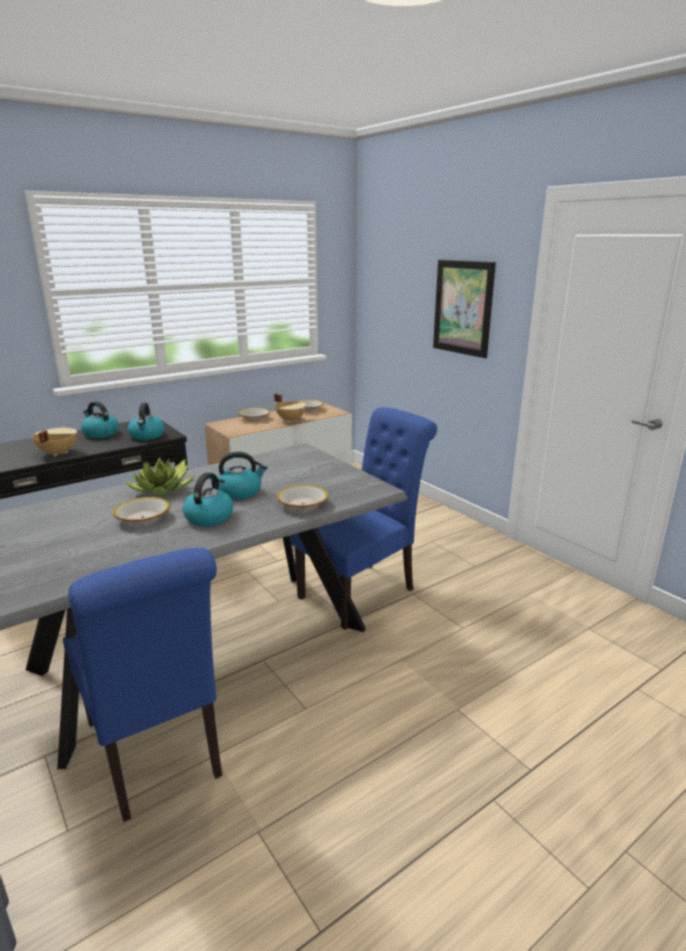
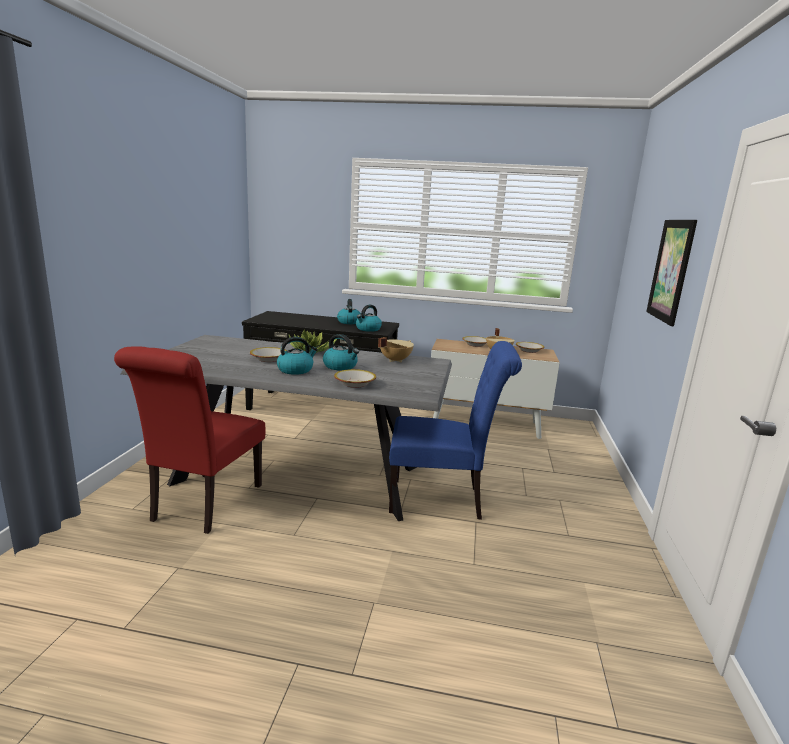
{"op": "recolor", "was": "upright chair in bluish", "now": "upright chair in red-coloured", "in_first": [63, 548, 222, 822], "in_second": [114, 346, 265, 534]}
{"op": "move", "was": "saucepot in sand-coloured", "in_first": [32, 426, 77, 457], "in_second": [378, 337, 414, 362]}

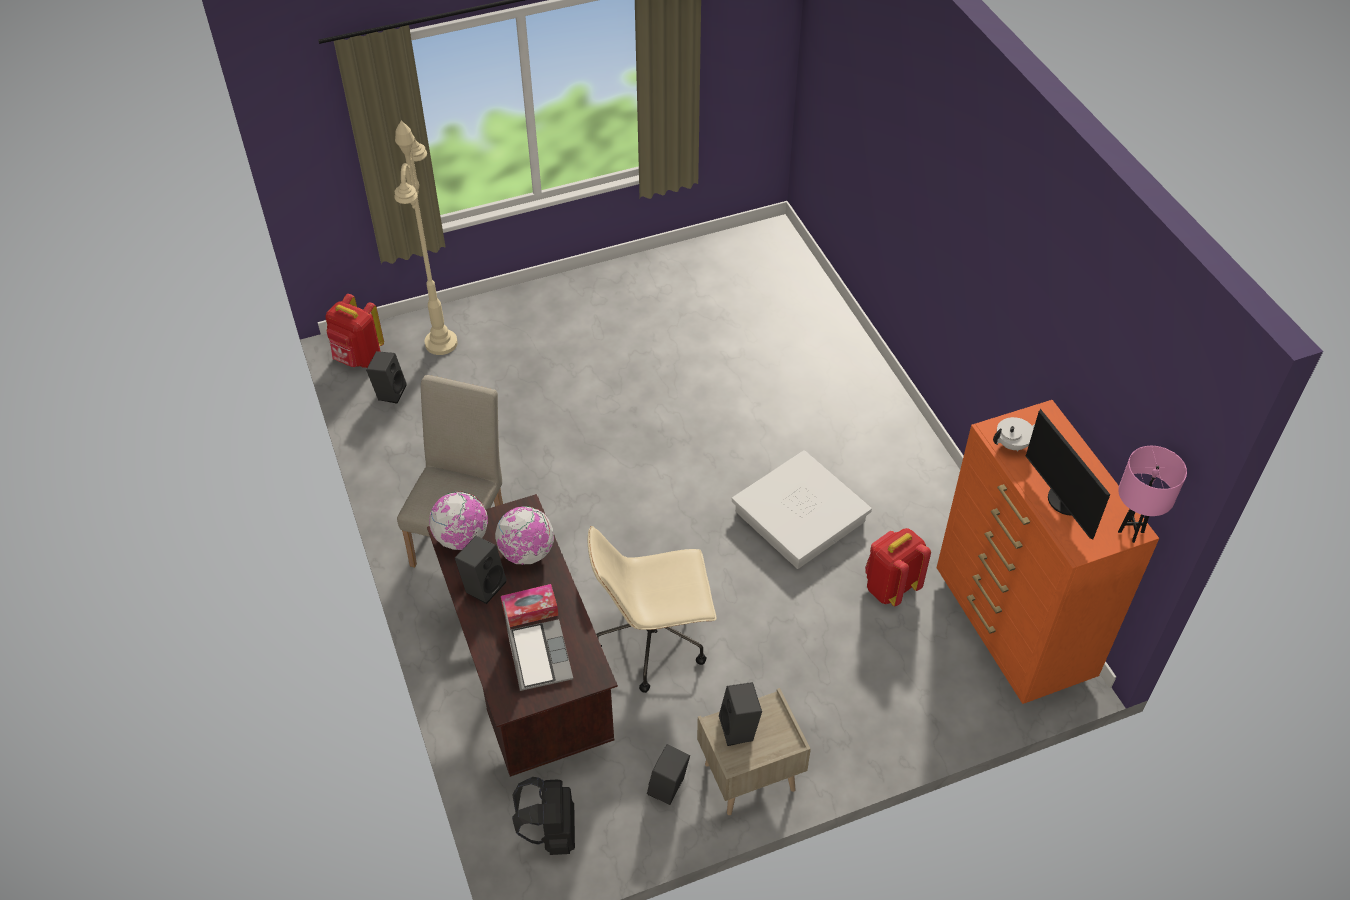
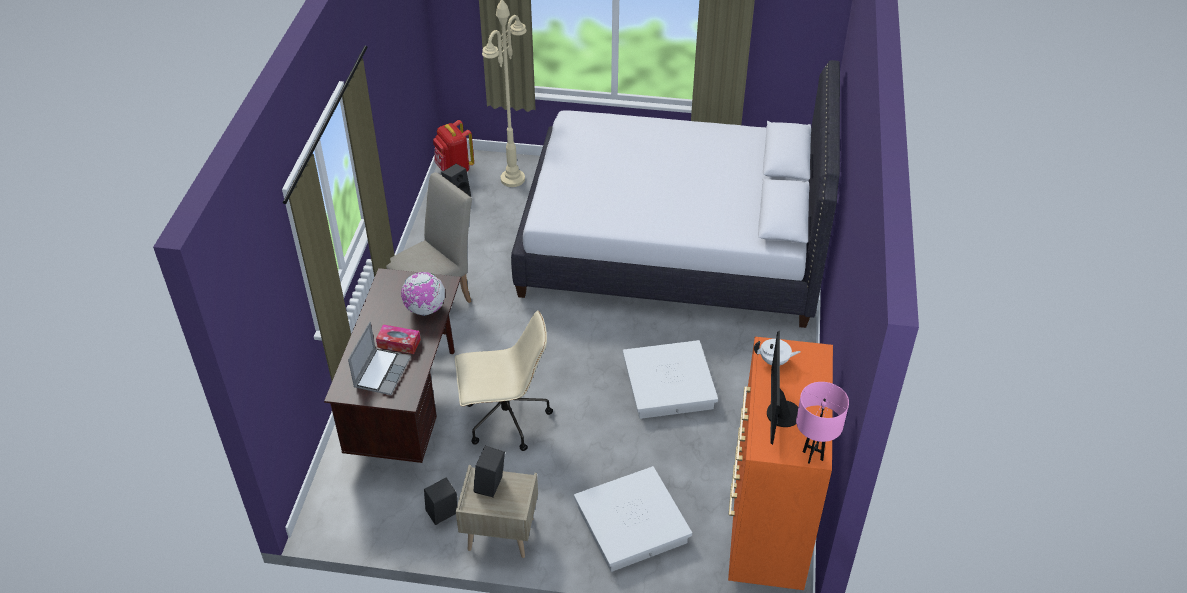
{"op": "rotate", "was": "office chair in sand-coloured", "in_first": [588, 526, 717, 693], "in_second": [455, 310, 553, 451], "clockwise": 150}
{"op": "insert", "now": "bedroom bed in white-coloured", "in_second": [511, 60, 840, 328]}
{"op": "insert", "now": "storage box in white-coloured", "in_second": [574, 466, 692, 572]}
{"op": "delete", "was": "world globe", "in_first": [429, 491, 488, 550]}
{"op": "delete", "was": "loudspeaker in black", "in_first": [455, 536, 507, 604]}
{"op": "delete", "was": "rucksack in black", "in_first": [512, 777, 575, 855]}
{"op": "delete", "was": "rucksack in red-coloured", "in_first": [865, 528, 931, 606]}

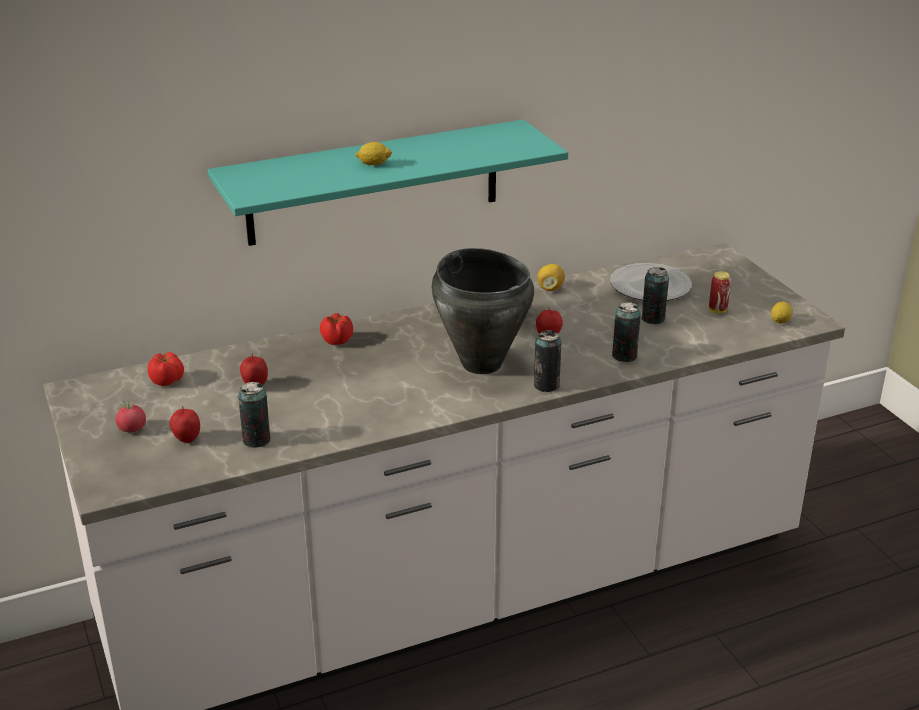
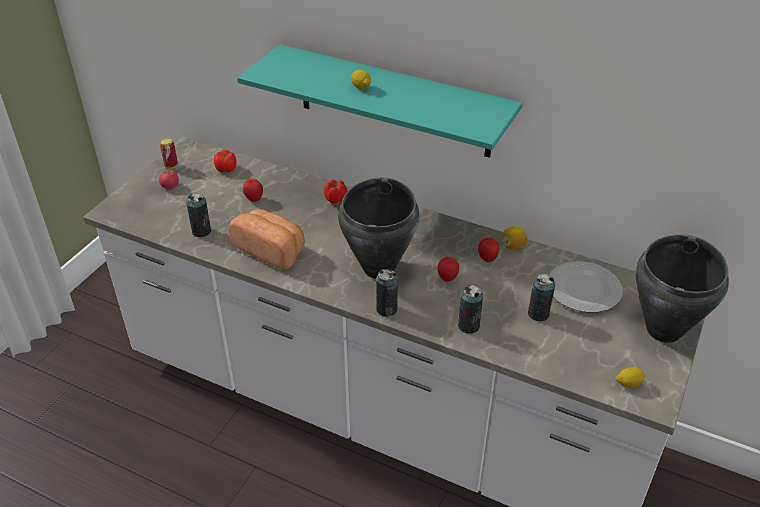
{"op": "move", "was": "can", "in_first": [709, 271, 731, 313], "in_second": [160, 138, 178, 169]}
{"op": "insert", "now": "baked bread", "in_second": [229, 209, 305, 270]}
{"op": "move", "was": "apple fruit", "in_first": [170, 406, 200, 443], "in_second": [478, 237, 499, 262]}
{"op": "insert", "now": "saucepot in black", "in_second": [635, 234, 729, 343]}

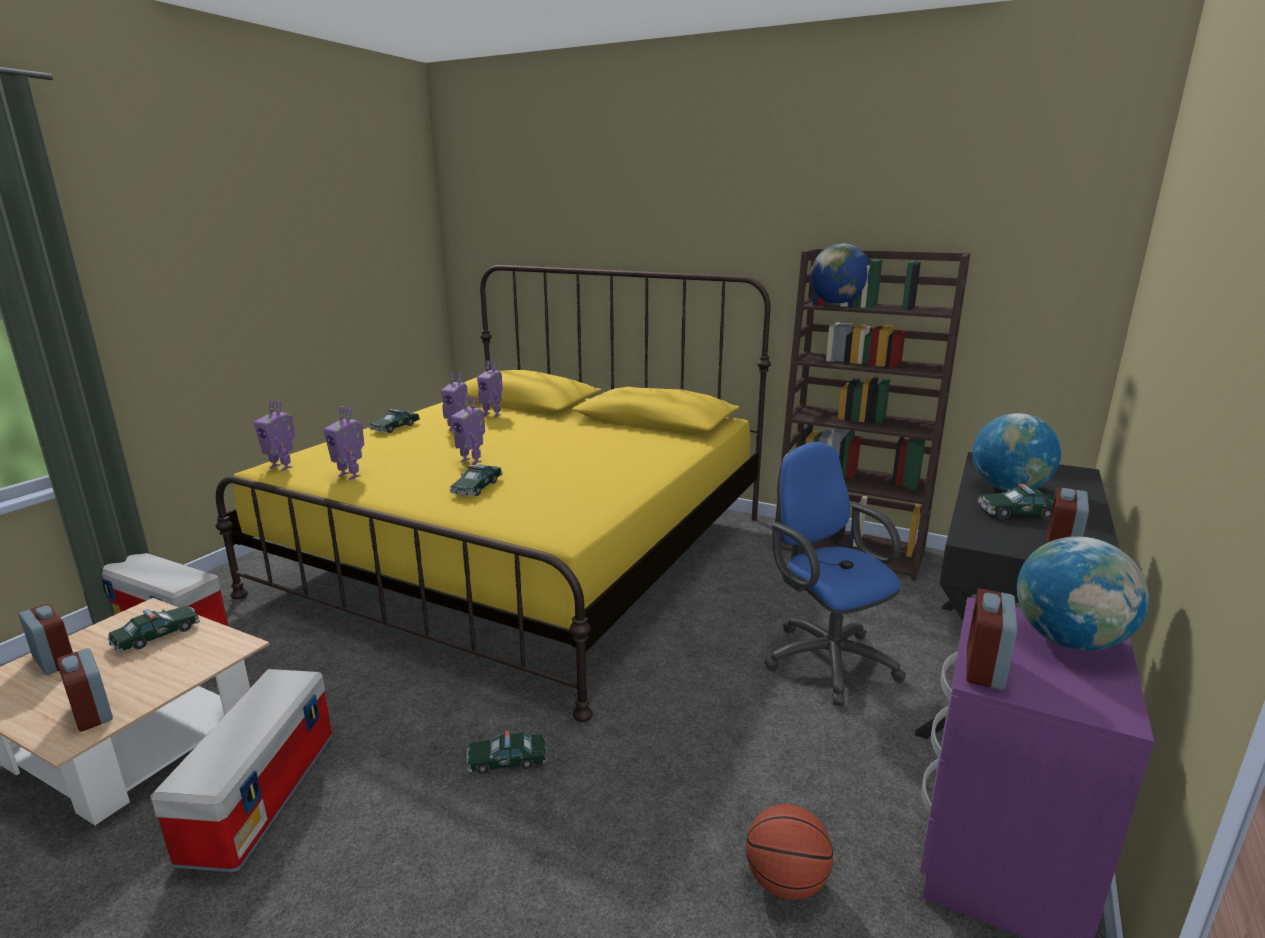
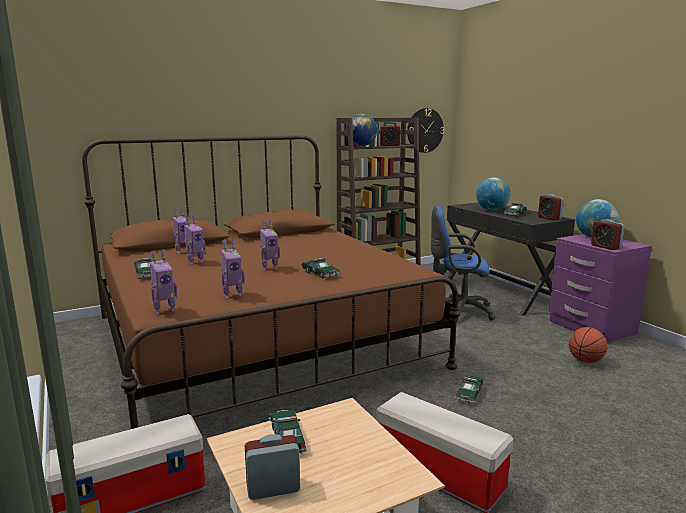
{"op": "recolor", "was": "bedroom bed in yellowish", "now": "bedroom bed in brown-coloured", "in_first": [216, 265, 771, 722], "in_second": [82, 135, 460, 429]}
{"op": "move", "was": "alarm clock", "in_first": [56, 648, 113, 732], "in_second": [380, 124, 400, 146]}
{"op": "insert", "now": "clock on the wall", "in_second": [407, 108, 444, 153]}

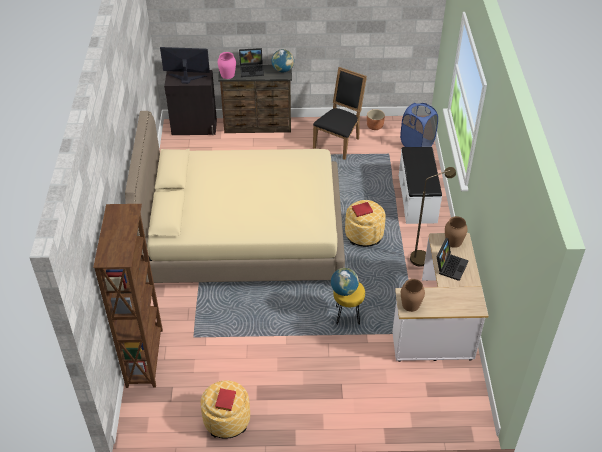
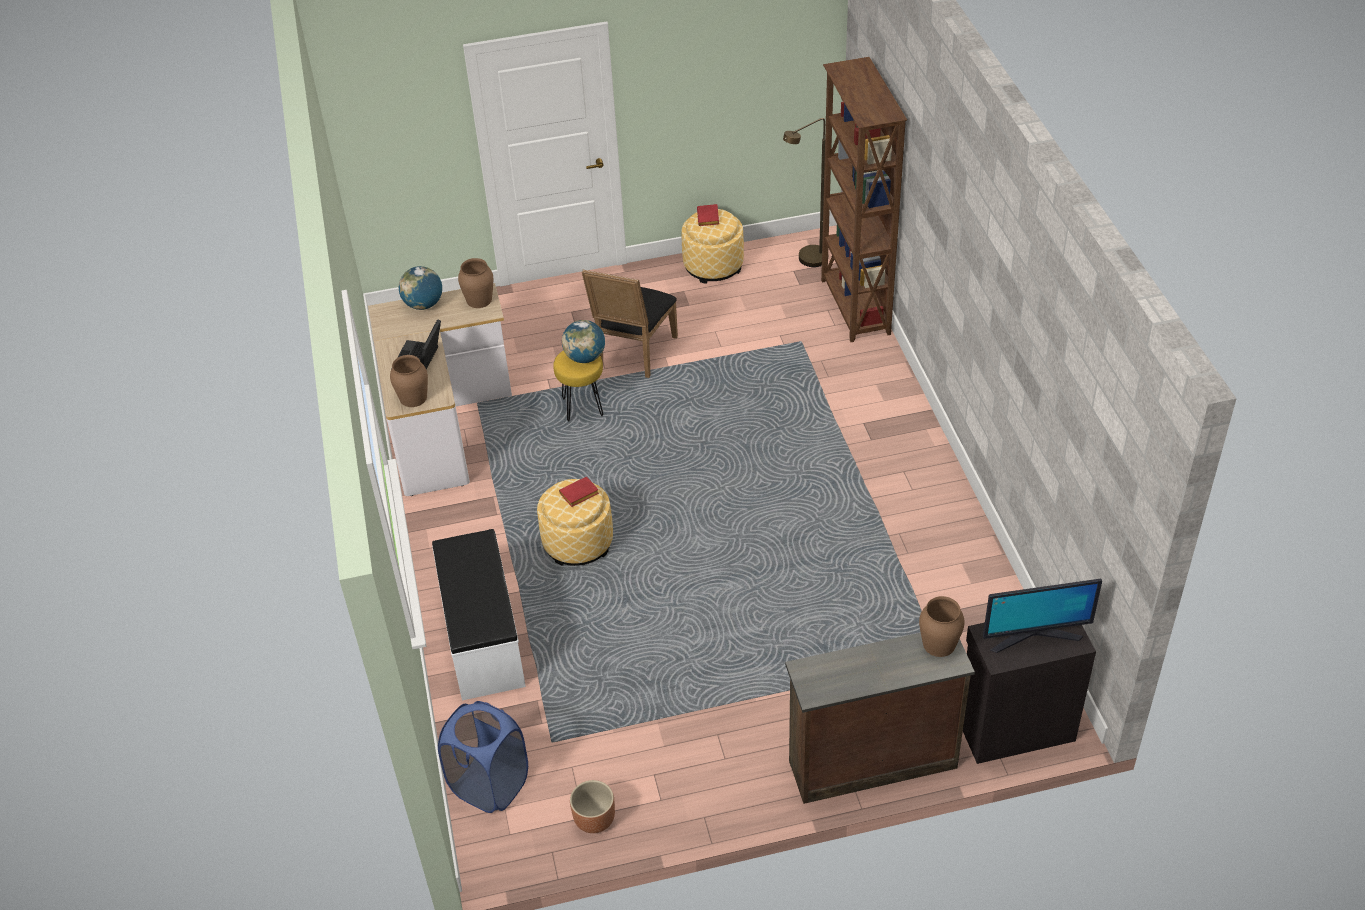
{"op": "move", "was": "world globe", "in_first": [272, 49, 294, 72], "in_second": [399, 266, 442, 310]}
{"op": "move", "was": "upright chair in black", "in_first": [313, 67, 367, 160], "in_second": [582, 270, 678, 378]}
{"op": "move", "was": "floor lamp in brown-coloured", "in_first": [410, 167, 456, 267], "in_second": [783, 118, 825, 267]}
{"op": "recolor", "was": "vase in pink-coloured", "now": "vase in brown-coloured", "in_first": [218, 52, 236, 79], "in_second": [919, 596, 965, 657]}
{"op": "delete", "was": "bedroom bed in sand-coloured", "in_first": [125, 111, 345, 283]}
{"op": "delete", "was": "notebook computer", "in_first": [239, 48, 264, 77]}

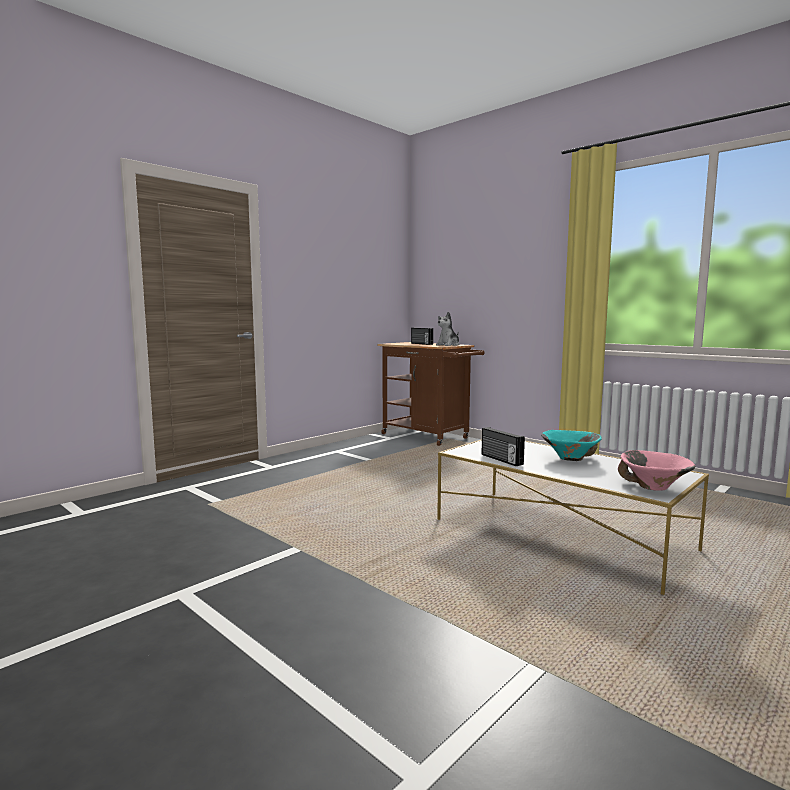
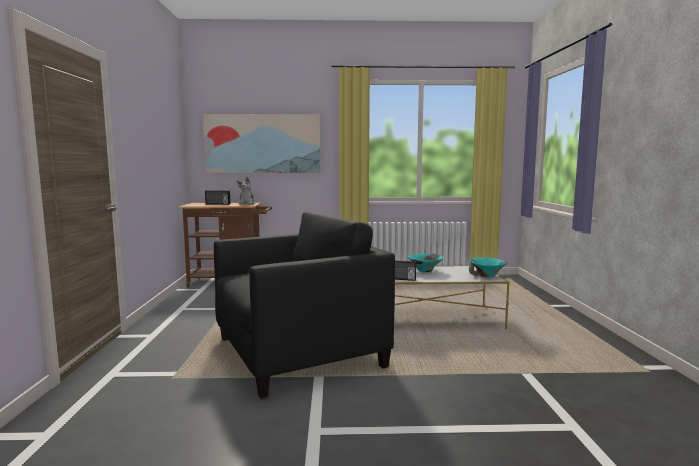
{"op": "insert", "now": "picture", "in_second": [203, 114, 320, 173]}
{"op": "insert", "now": "easy chair in black", "in_second": [214, 212, 395, 399]}
{"op": "recolor", "was": "serving bowl in pink-coloured", "now": "serving bowl in turquoise-coloured", "in_first": [618, 450, 695, 491], "in_second": [469, 257, 507, 278]}

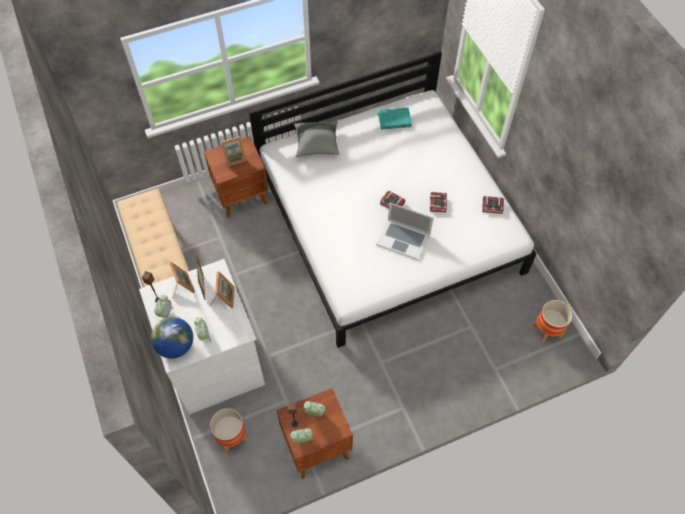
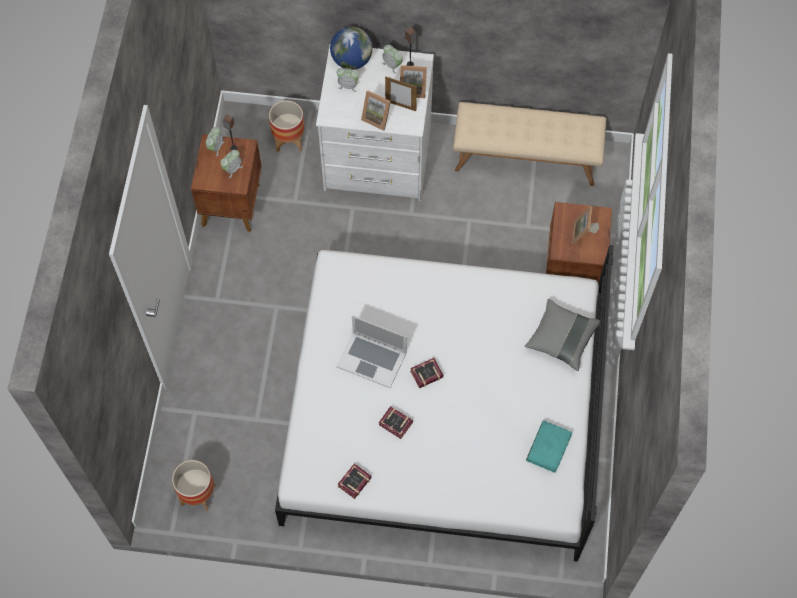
{"op": "rotate", "was": "notebook computer", "in_first": [376, 203, 434, 260], "in_second": [336, 315, 407, 388], "clockwise": -120}

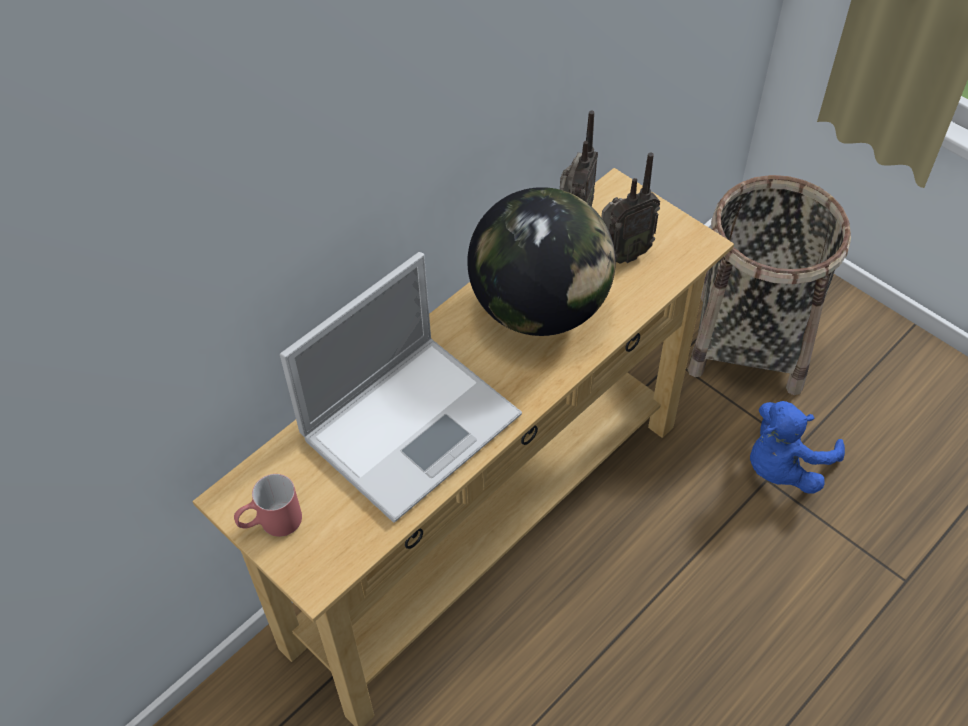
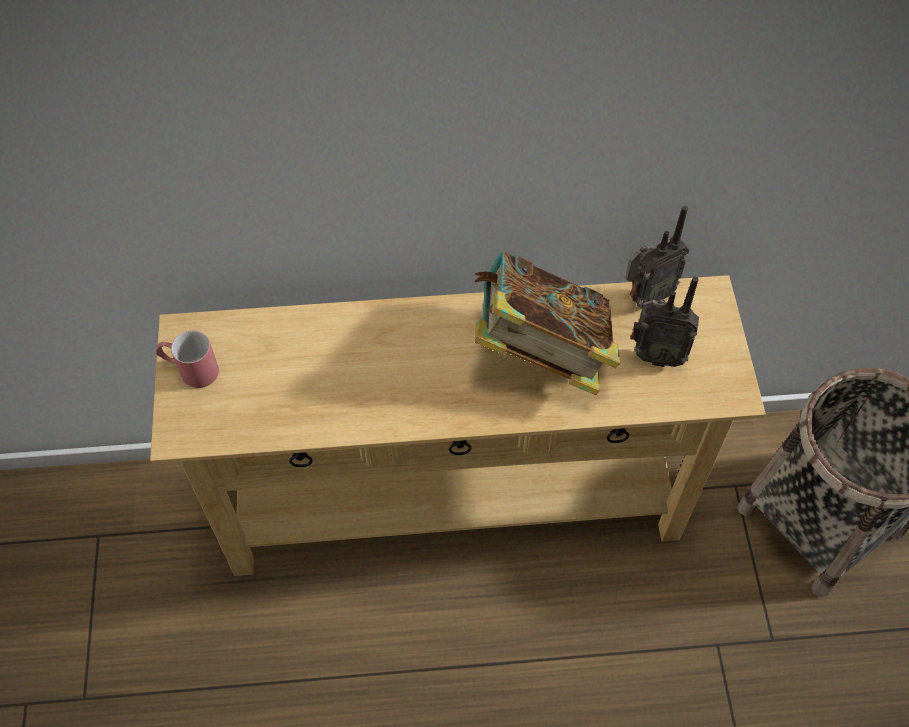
{"op": "replace", "was": "world globe", "now": "bound book", "in_first": [467, 187, 616, 336], "in_second": [475, 252, 620, 395]}
{"op": "delete", "was": "notebook computer", "in_first": [280, 252, 522, 523]}
{"op": "delete", "was": "plush toy in bluish", "in_first": [750, 401, 845, 494]}

